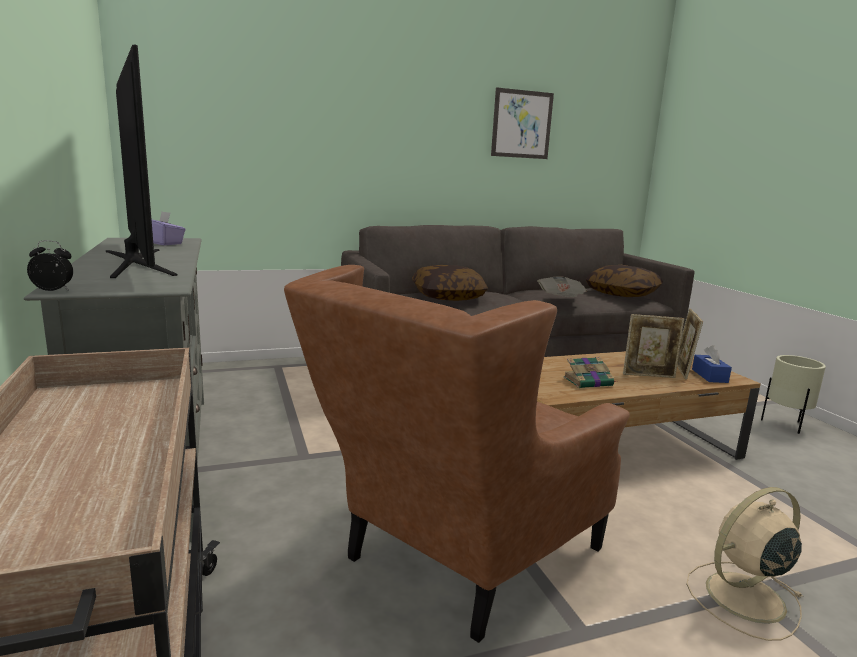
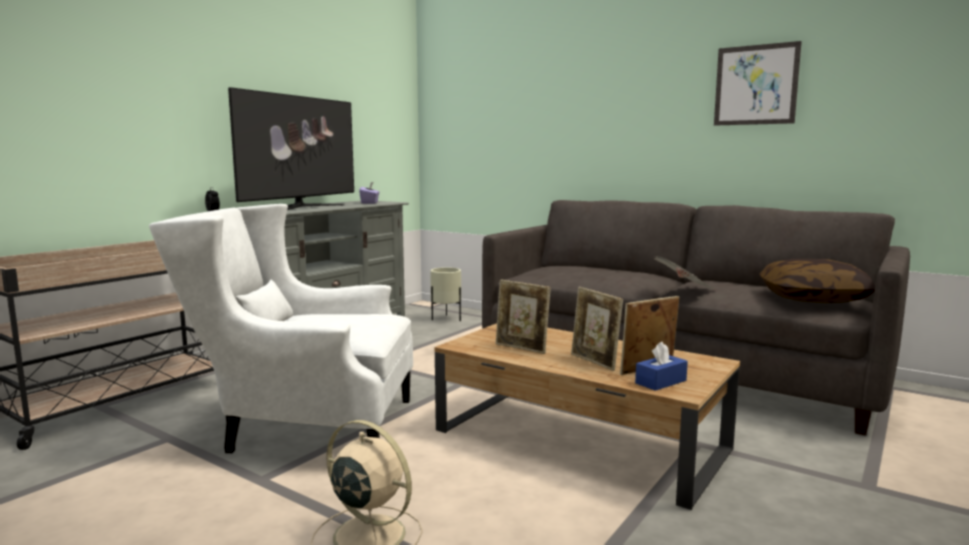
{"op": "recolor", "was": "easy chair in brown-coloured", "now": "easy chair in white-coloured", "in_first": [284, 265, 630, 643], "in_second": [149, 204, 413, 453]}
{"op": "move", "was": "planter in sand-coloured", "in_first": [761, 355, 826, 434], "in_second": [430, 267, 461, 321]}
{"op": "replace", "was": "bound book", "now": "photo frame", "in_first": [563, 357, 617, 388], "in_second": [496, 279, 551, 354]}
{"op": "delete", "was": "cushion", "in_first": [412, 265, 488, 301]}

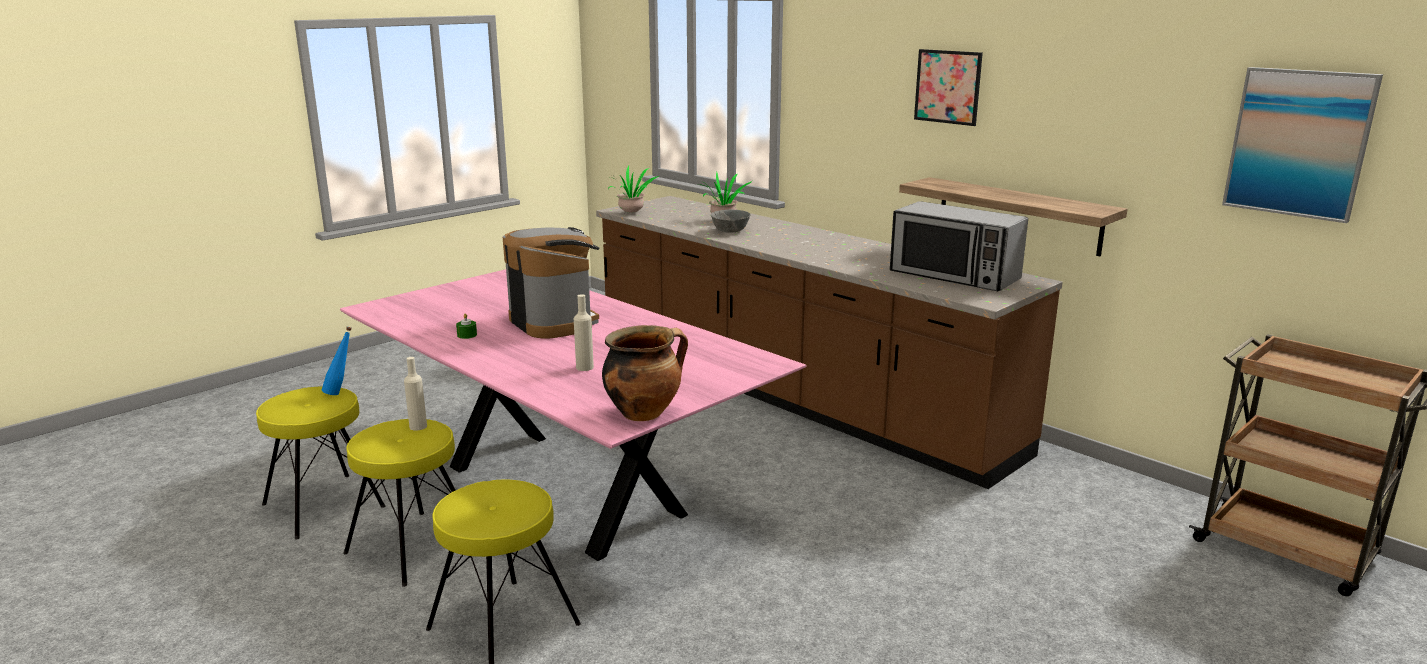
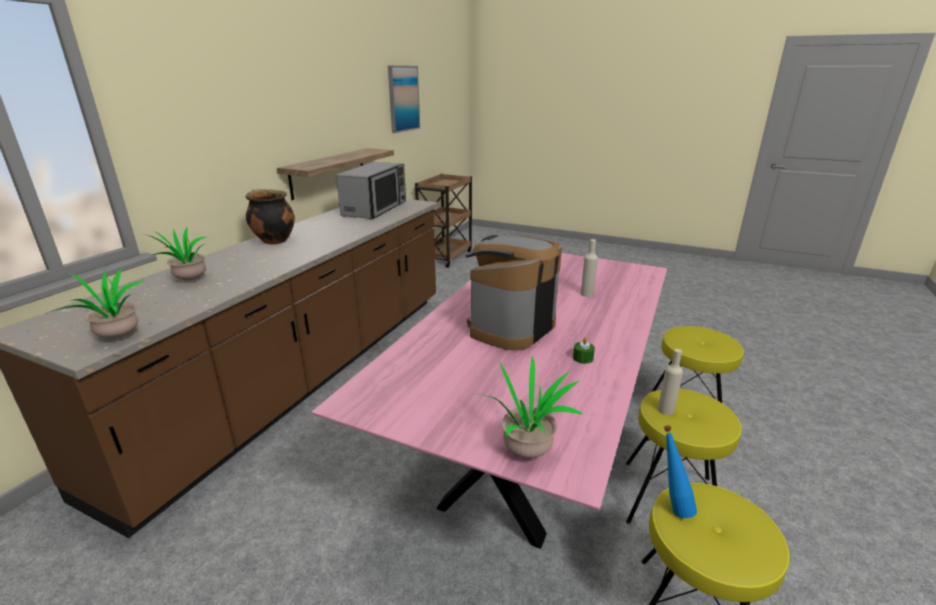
{"op": "move", "was": "saucepot", "in_first": [602, 325, 688, 421], "in_second": [246, 189, 295, 245]}
{"op": "insert", "now": "potted plant", "in_second": [473, 356, 583, 458]}
{"op": "delete", "was": "serving bowl in gray", "in_first": [711, 210, 751, 233]}
{"op": "delete", "was": "picture", "in_first": [914, 49, 983, 126]}

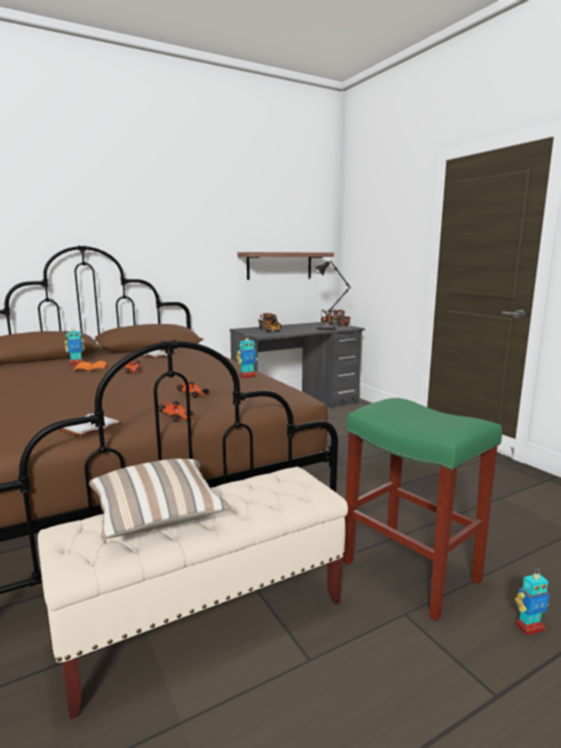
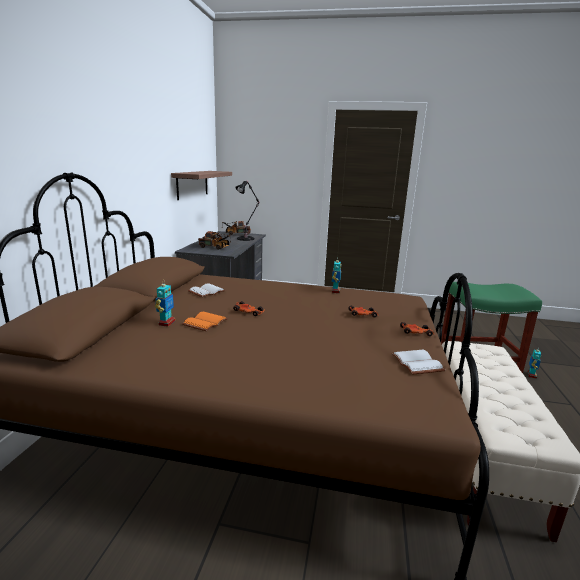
{"op": "delete", "was": "cushion", "in_first": [89, 459, 231, 539]}

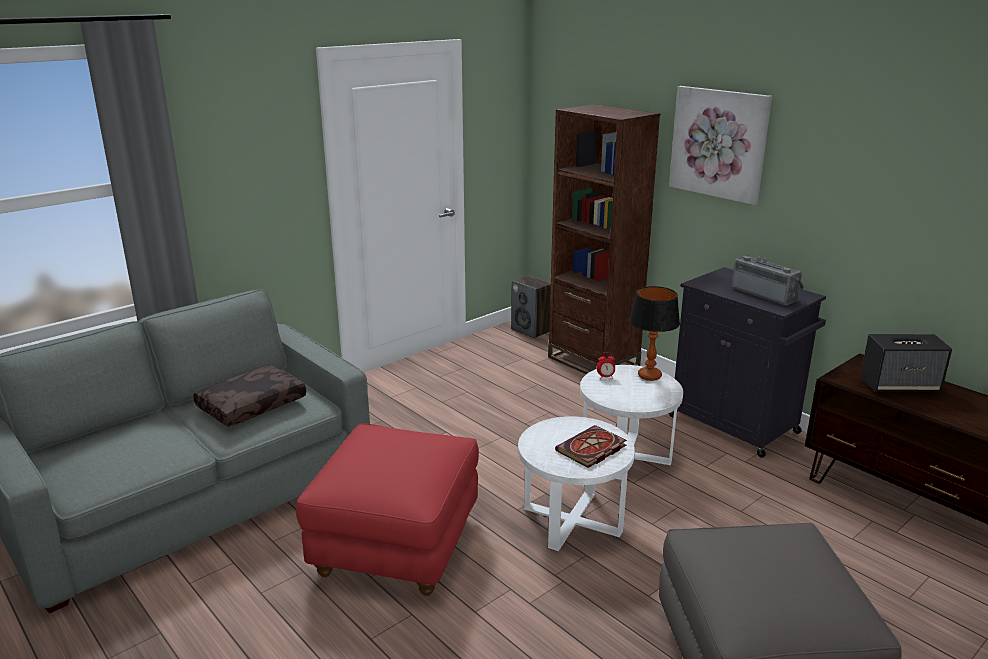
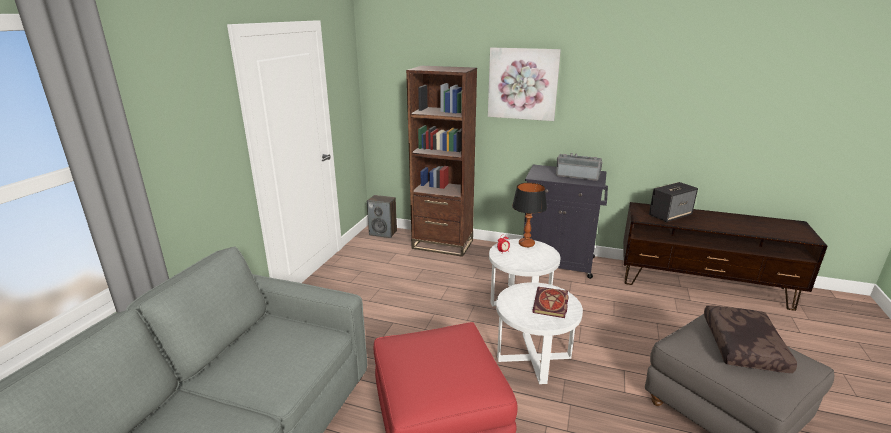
{"op": "move", "was": "cushion in brown-coloured", "in_first": [193, 365, 306, 427], "in_second": [704, 305, 797, 373]}

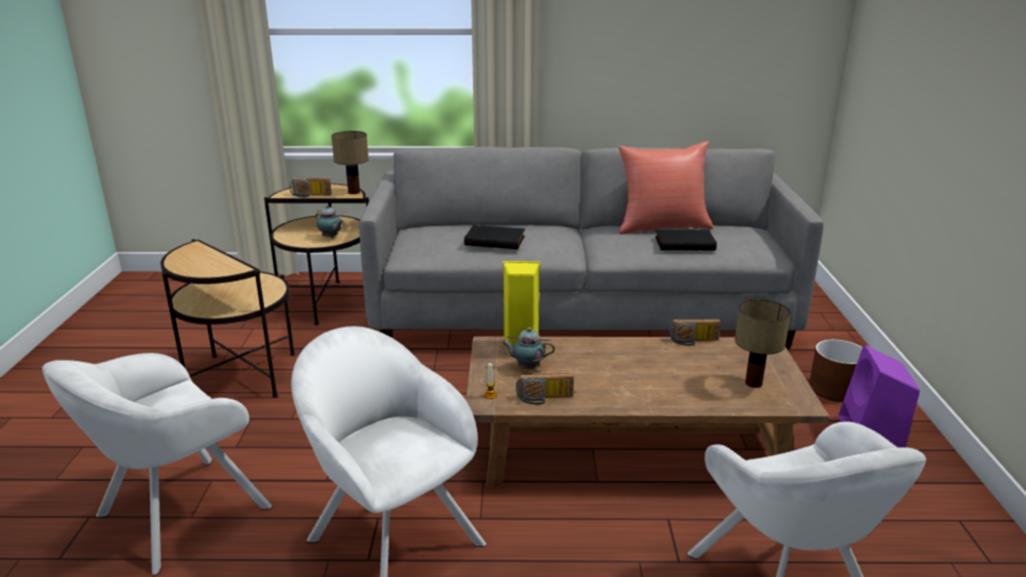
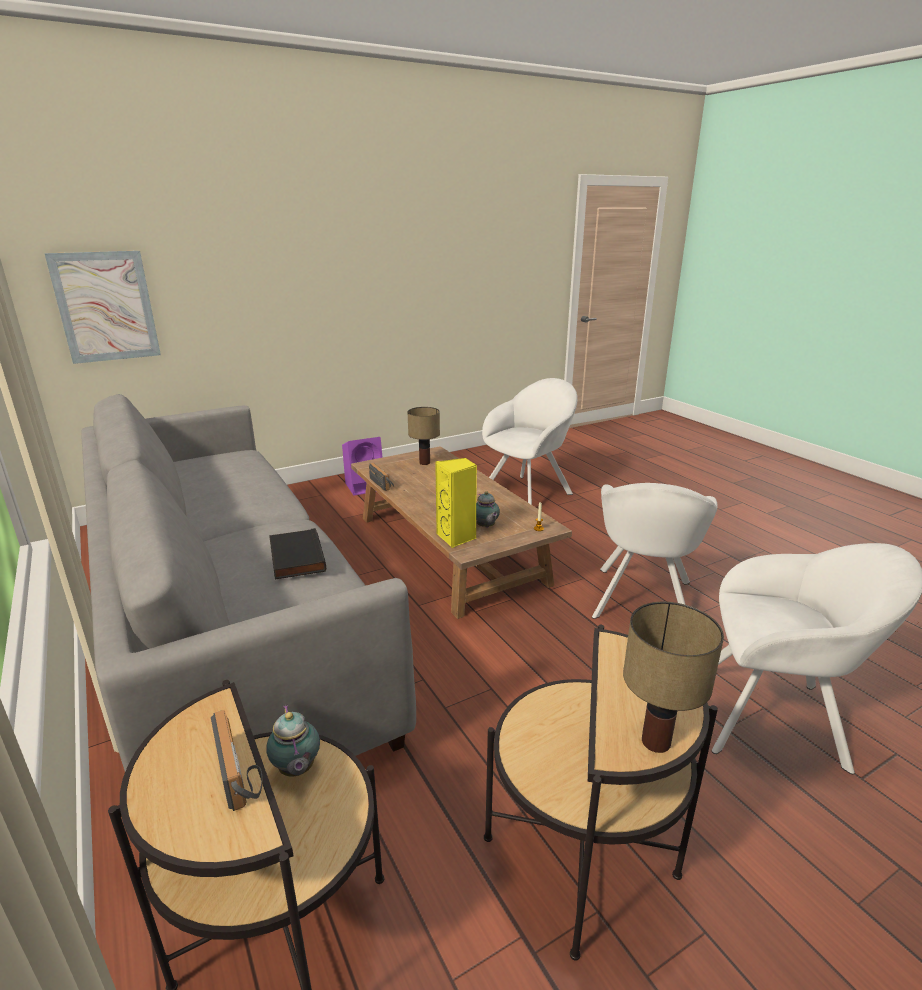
{"op": "insert", "now": "picture", "in_second": [44, 251, 161, 364]}
{"op": "rotate", "was": "teapot", "in_first": [316, 205, 344, 238], "in_second": [266, 705, 320, 777], "clockwise": 150}
{"op": "move", "was": "tabletop lamp", "in_first": [331, 131, 369, 194], "in_second": [623, 602, 724, 753]}
{"op": "delete", "was": "radio", "in_first": [516, 373, 574, 405]}
{"op": "delete", "was": "cushion in red-coloured", "in_first": [618, 141, 714, 234]}
{"op": "delete", "was": "bound book in black", "in_first": [655, 229, 717, 250]}
{"op": "delete", "was": "planter in brown-coloured", "in_first": [809, 339, 863, 402]}

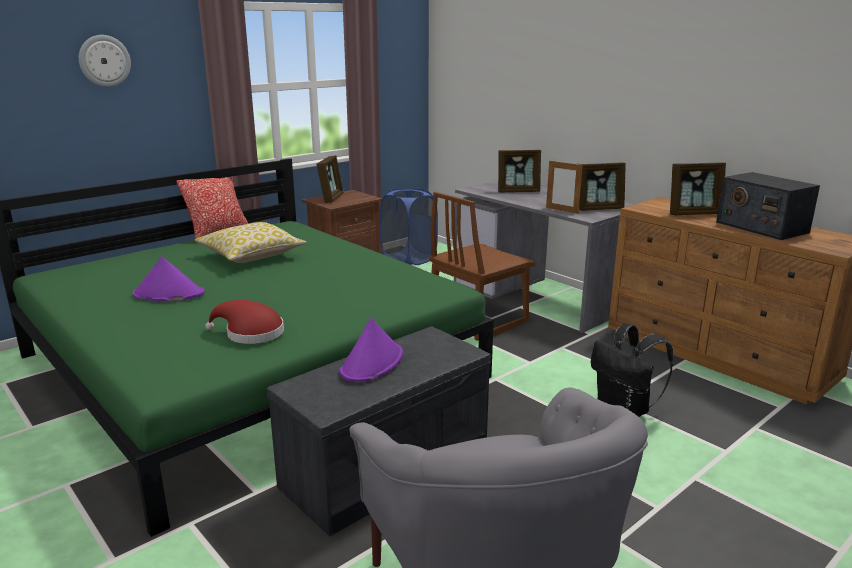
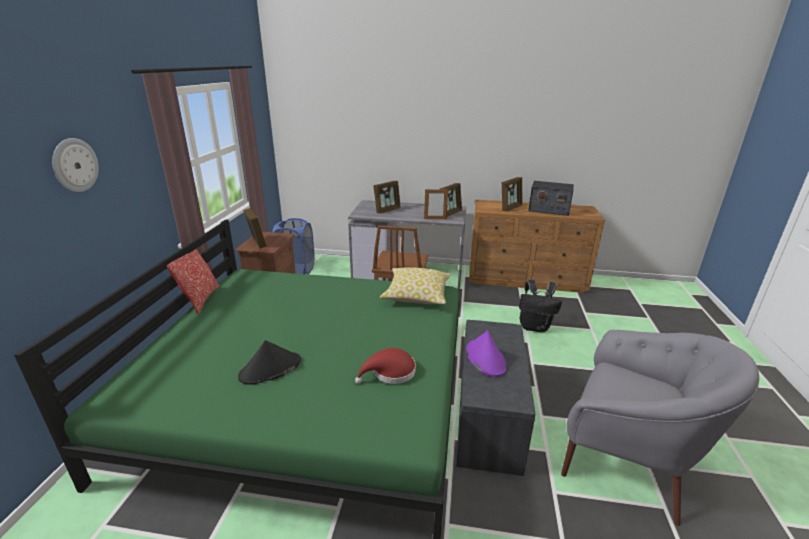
{"op": "recolor", "was": "clothing hat in purple", "now": "clothing hat in black", "in_first": [133, 256, 205, 302], "in_second": [238, 340, 301, 385]}
{"op": "move", "was": "cushion", "in_first": [195, 222, 307, 263], "in_second": [380, 267, 451, 304]}

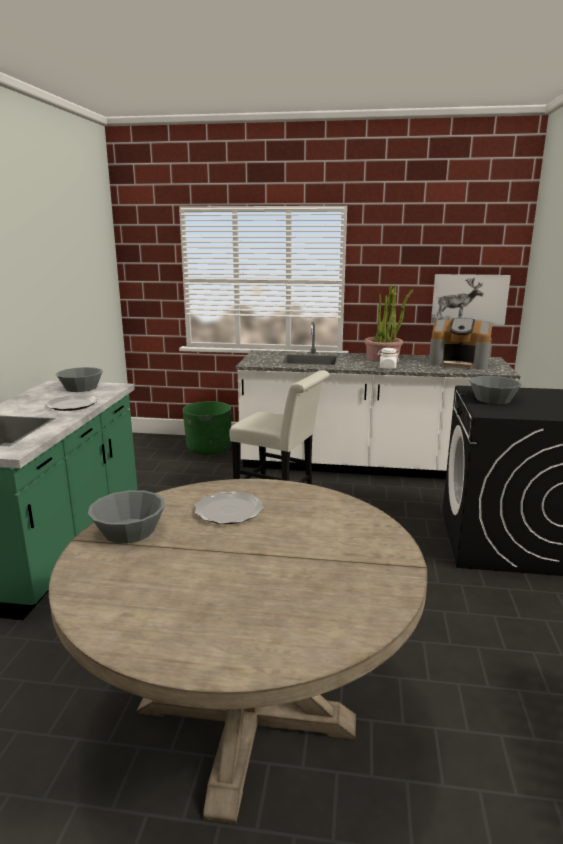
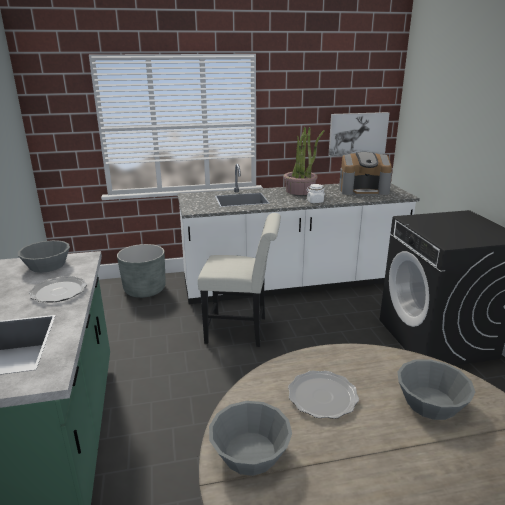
{"op": "recolor", "was": "planter in greenish", "now": "planter in gray", "in_first": [183, 401, 231, 455], "in_second": [117, 244, 166, 298]}
{"op": "move", "was": "serving bowl in gray", "in_first": [470, 376, 522, 404], "in_second": [398, 359, 475, 420]}

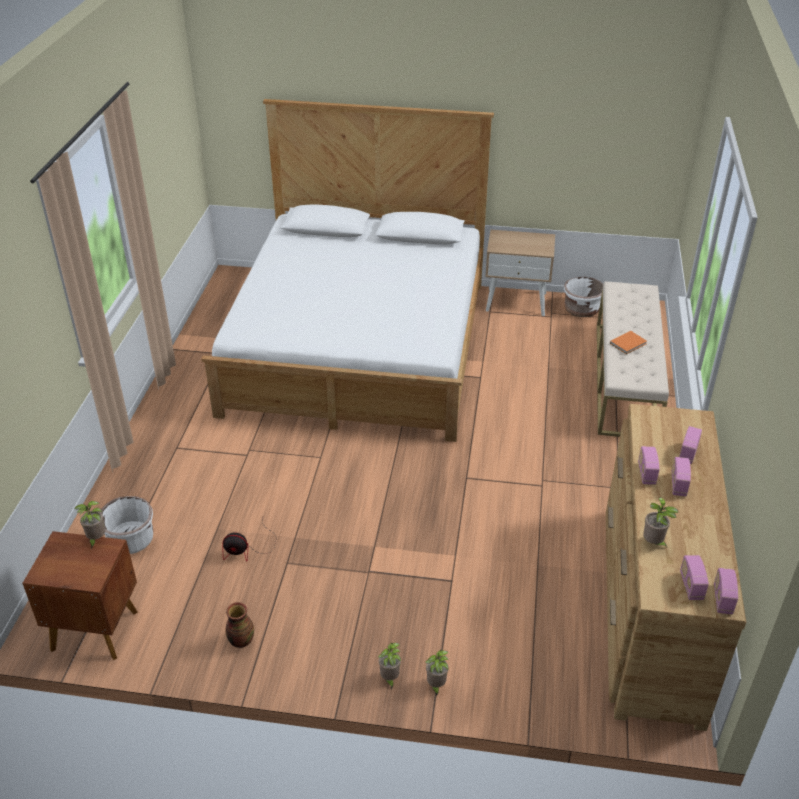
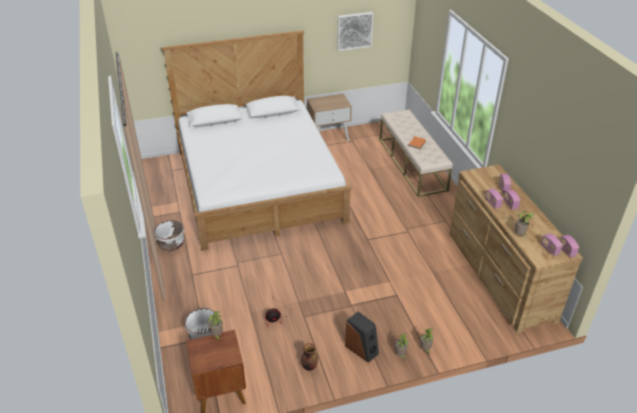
{"op": "move", "was": "planter in white-coloured", "in_first": [564, 277, 603, 317], "in_second": [154, 220, 184, 251]}
{"op": "insert", "now": "picture", "in_second": [337, 12, 373, 51]}
{"op": "insert", "now": "loudspeaker", "in_second": [345, 312, 379, 363]}

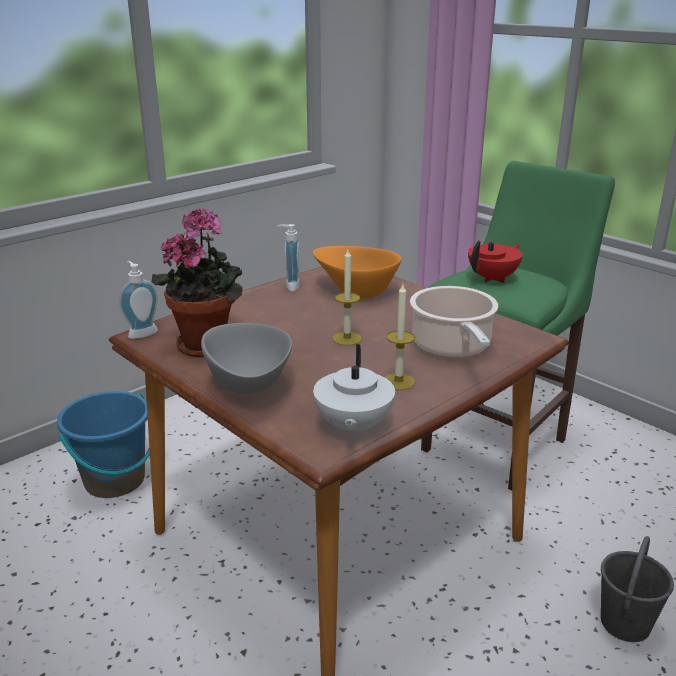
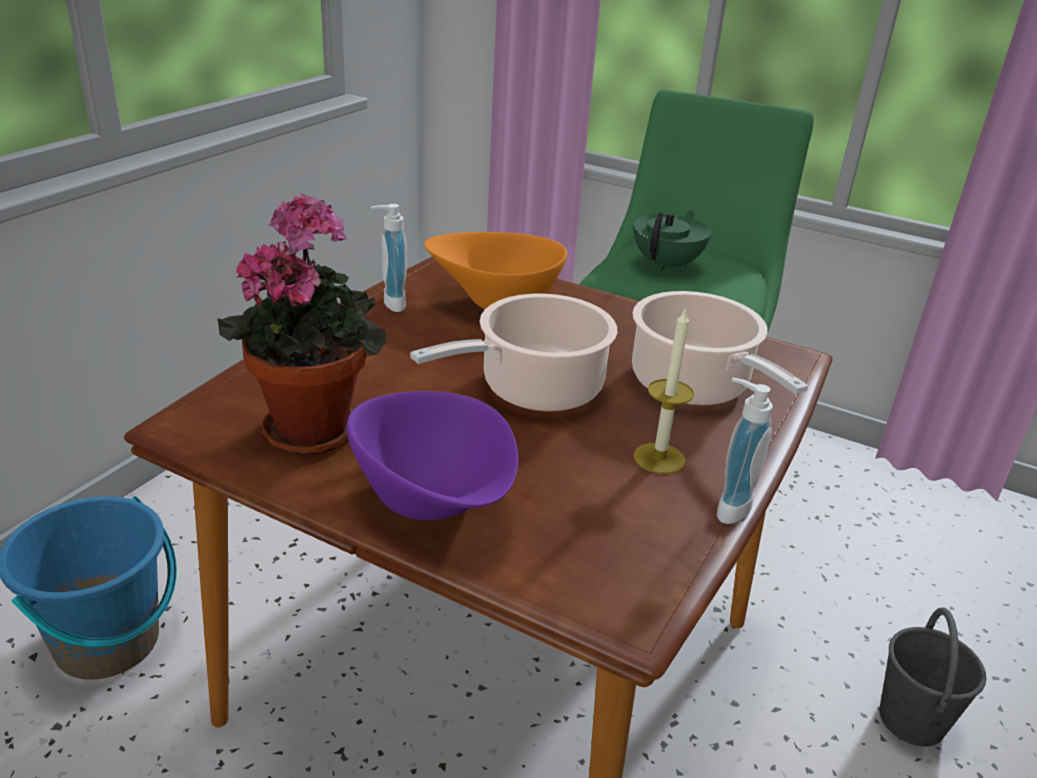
{"op": "recolor", "was": "serving bowl in gray", "now": "serving bowl in purple", "in_first": [201, 323, 292, 394], "in_second": [347, 391, 518, 520]}
{"op": "replace", "was": "candle", "now": "saucepot", "in_first": [333, 250, 362, 346], "in_second": [410, 294, 618, 412]}
{"op": "recolor", "was": "teapot in red-coloured", "now": "teapot in greenish", "in_first": [468, 240, 523, 283], "in_second": [633, 211, 711, 271]}
{"op": "move", "was": "liquid soap bottle", "in_first": [119, 261, 158, 339], "in_second": [717, 378, 773, 524]}
{"op": "delete", "was": "teapot in white-coloured", "in_first": [313, 344, 395, 438]}

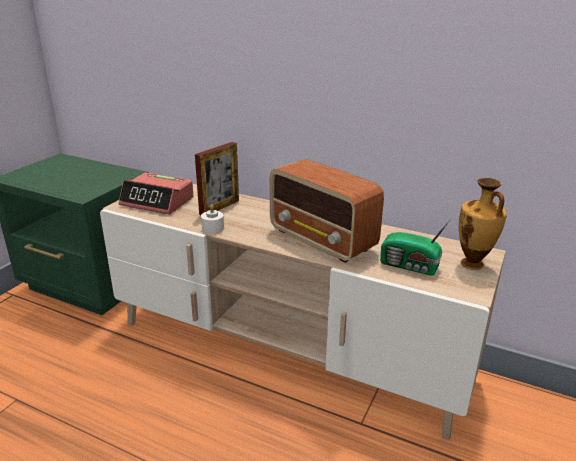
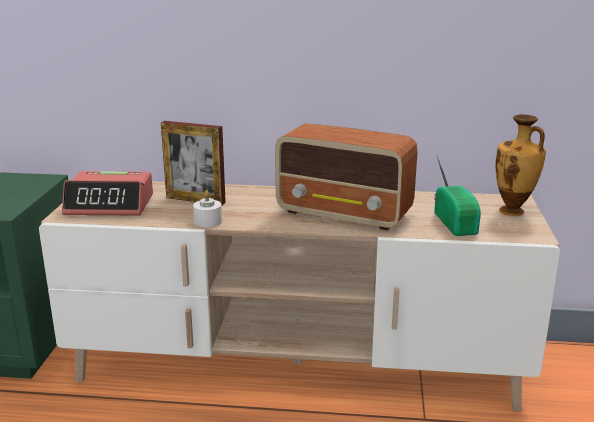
{"op": "rotate", "was": "photo frame", "in_first": [195, 142, 239, 215], "in_second": [161, 121, 226, 205], "clockwise": 90}
{"op": "rotate", "was": "radio", "in_first": [380, 218, 452, 276], "in_second": [434, 154, 481, 236], "clockwise": -105}

